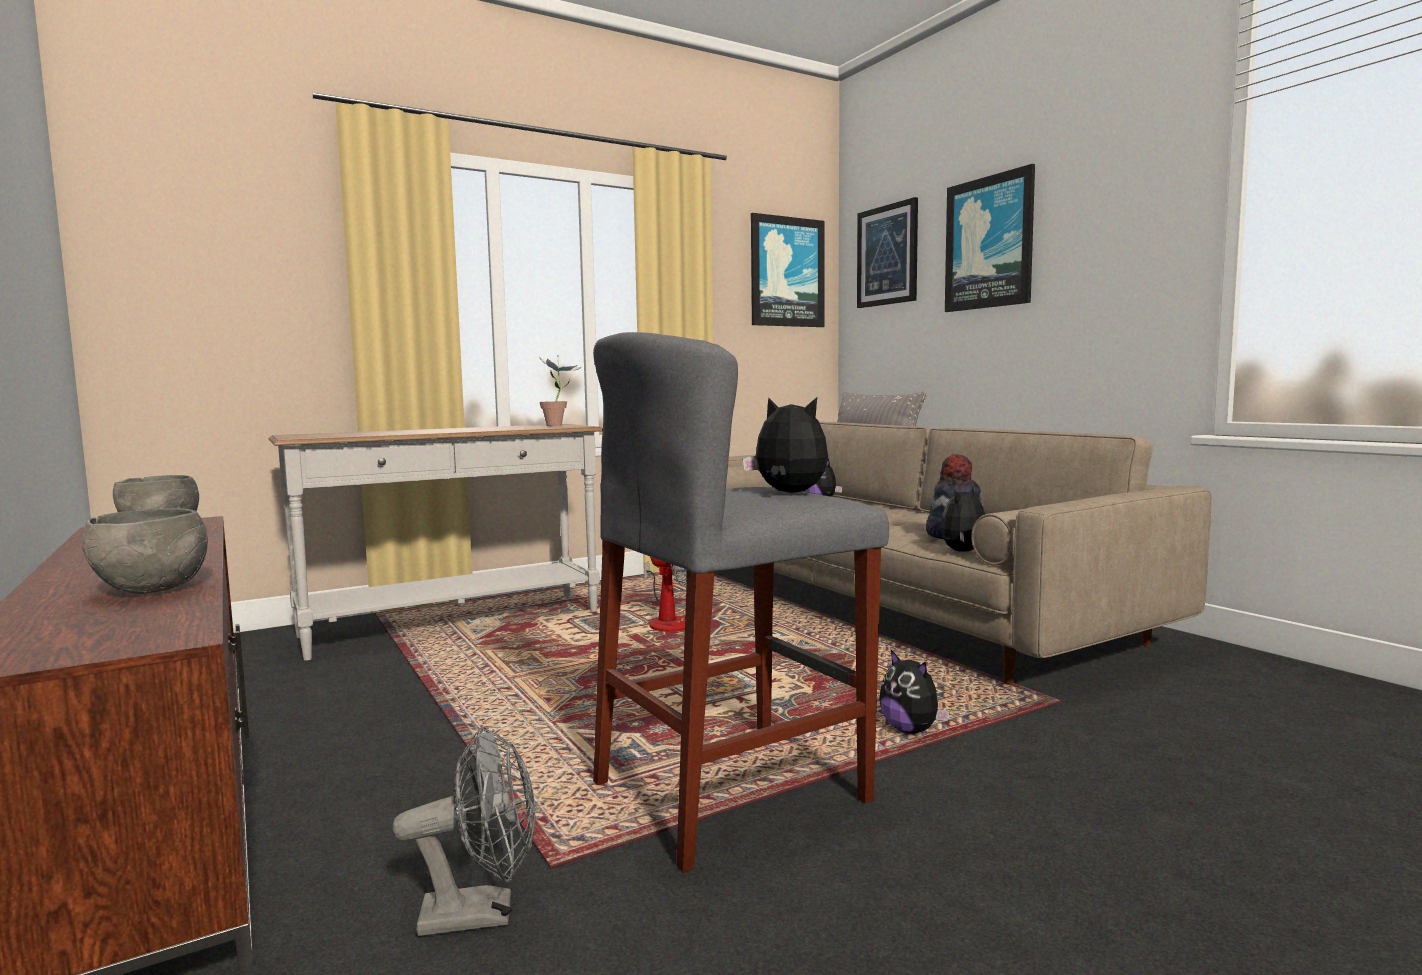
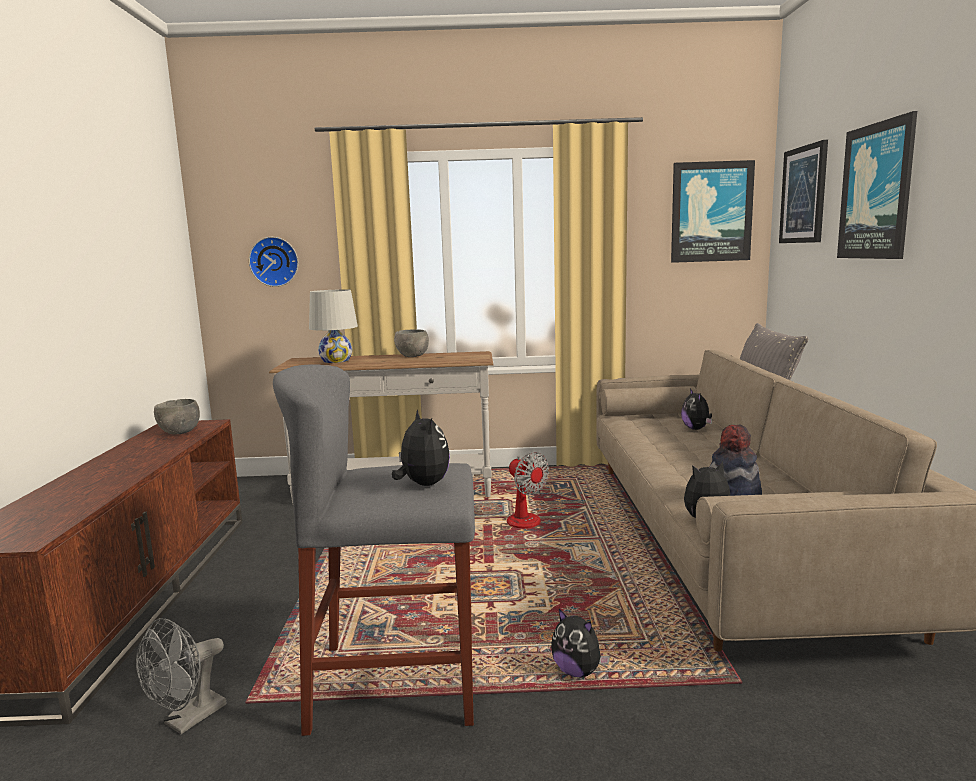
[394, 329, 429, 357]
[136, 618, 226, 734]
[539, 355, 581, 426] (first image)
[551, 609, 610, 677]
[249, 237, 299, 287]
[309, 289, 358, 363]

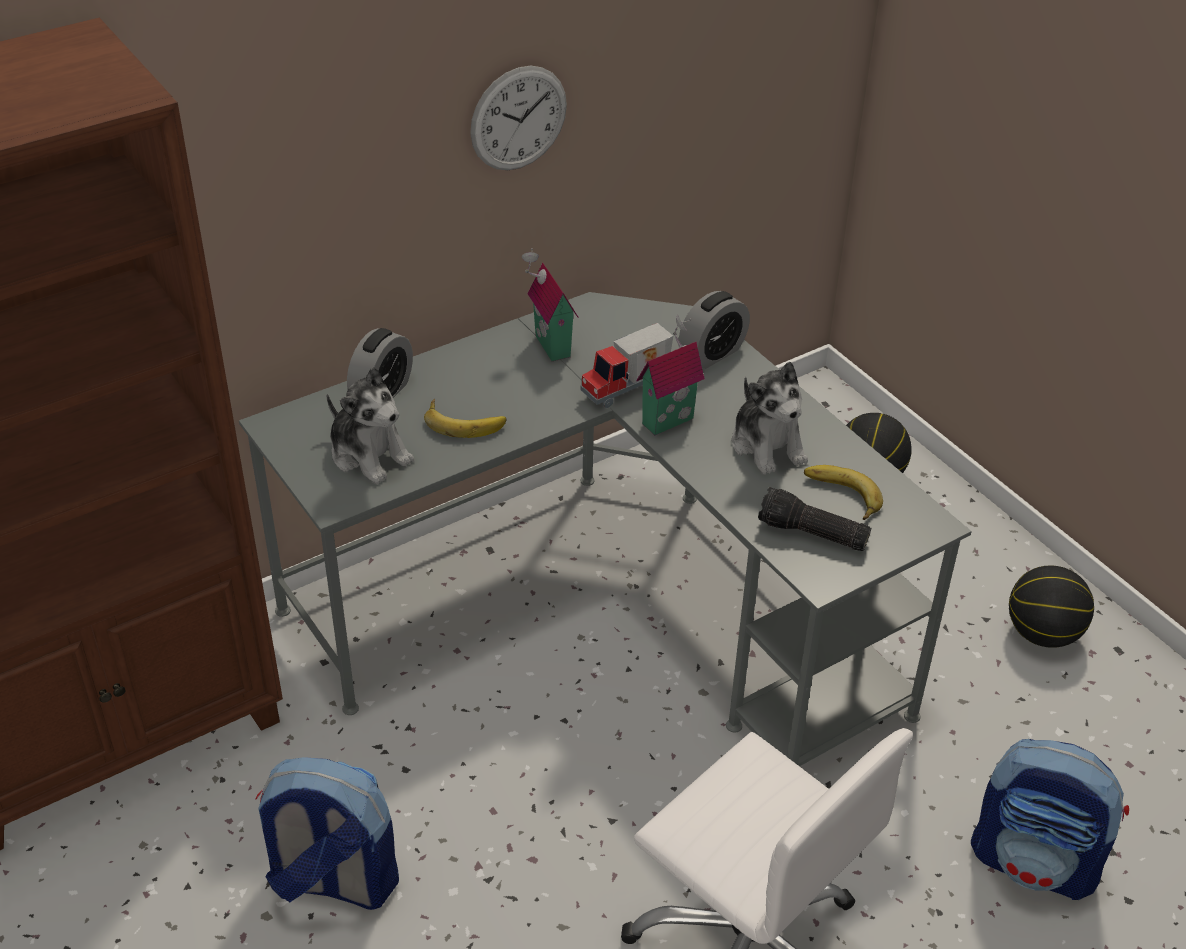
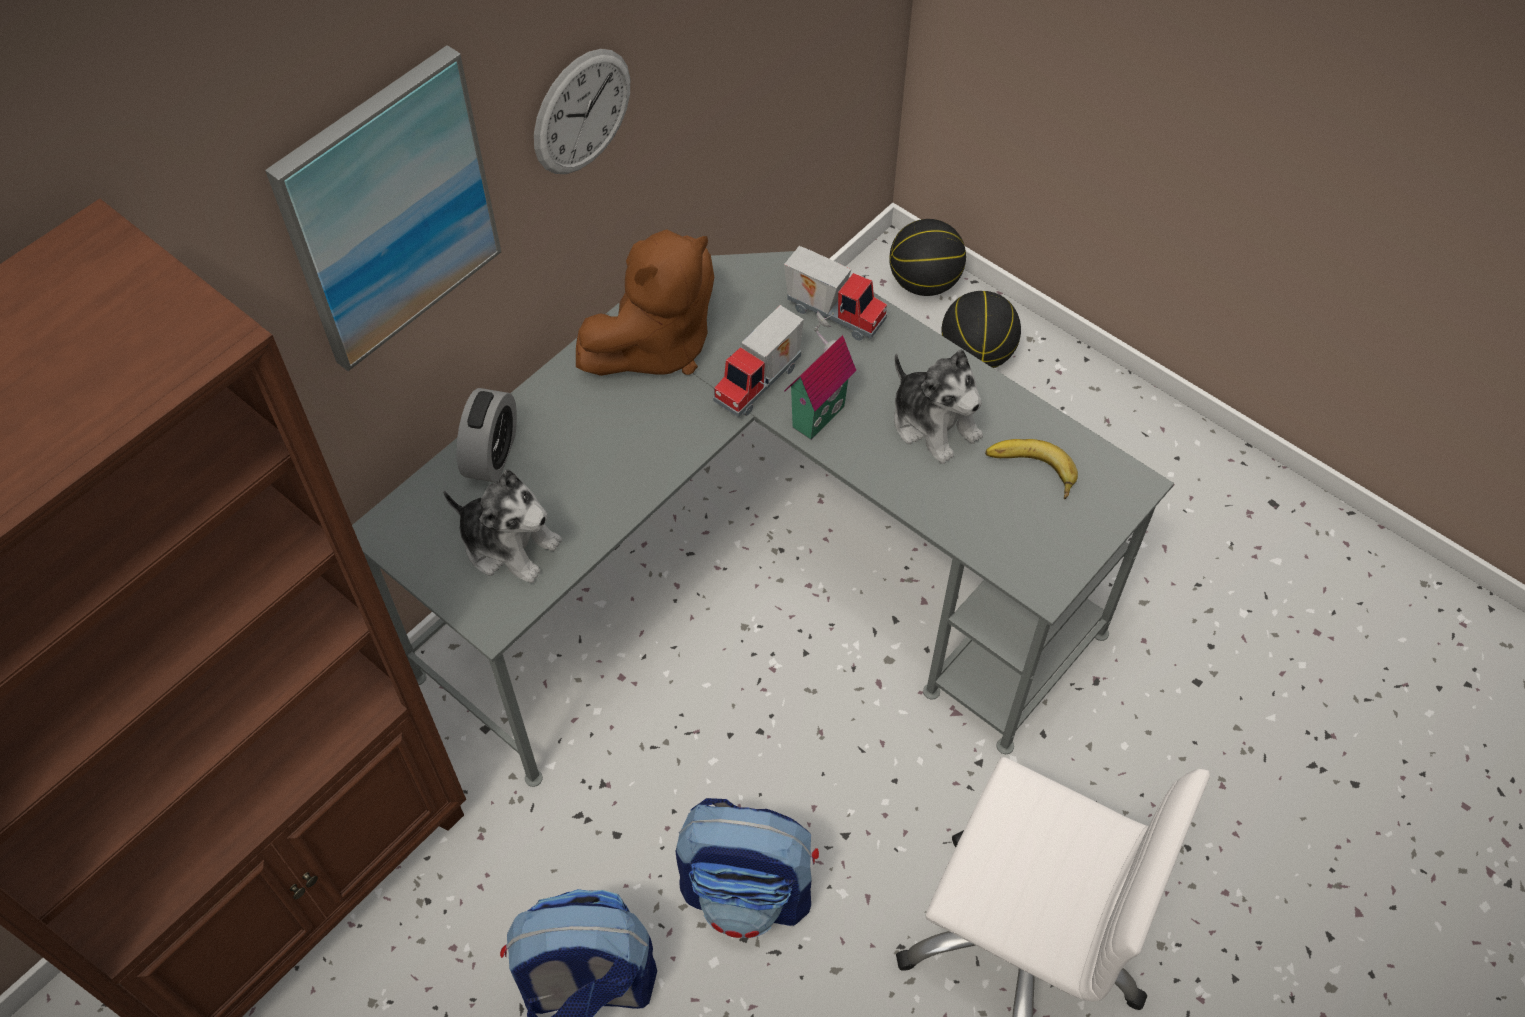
[424, 398, 506, 438] (first image)
[576, 229, 714, 376]
[784, 246, 887, 341]
[758, 487, 871, 551] (first image)
[675, 798, 819, 938]
[889, 219, 966, 296]
[265, 45, 501, 371]

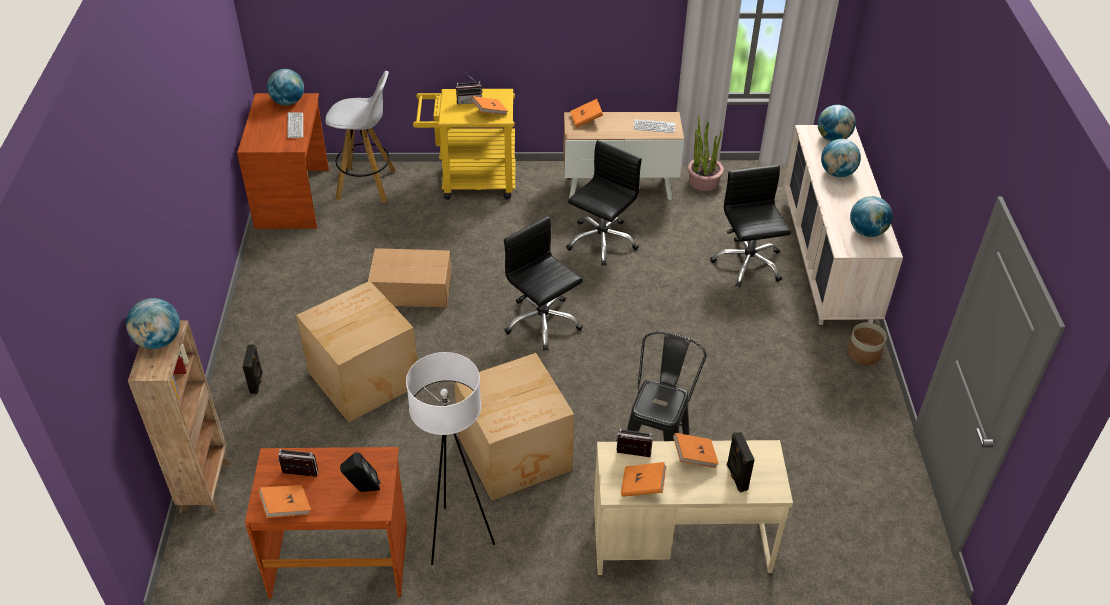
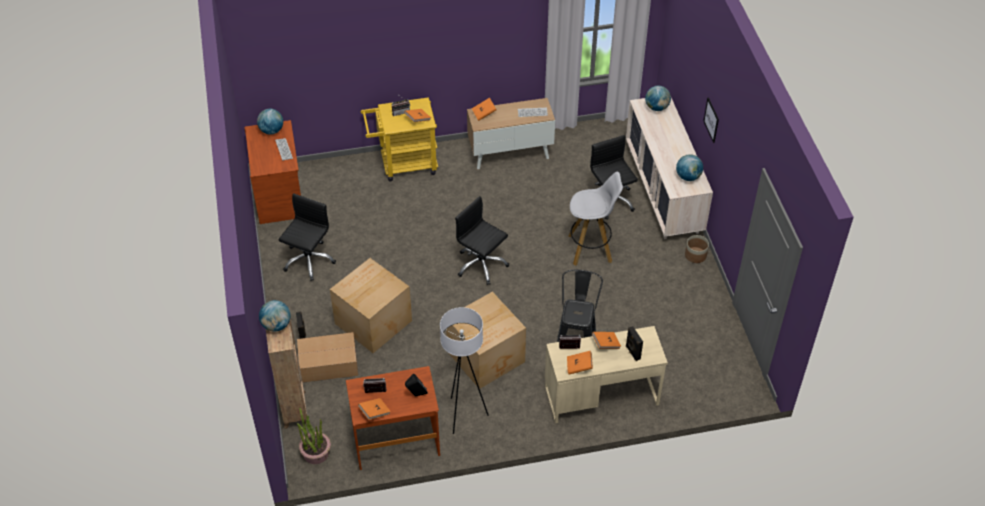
[568, 172, 623, 266]
[297, 332, 358, 383]
[278, 193, 336, 281]
[297, 408, 331, 464]
[821, 139, 861, 177] (first image)
[704, 97, 719, 143]

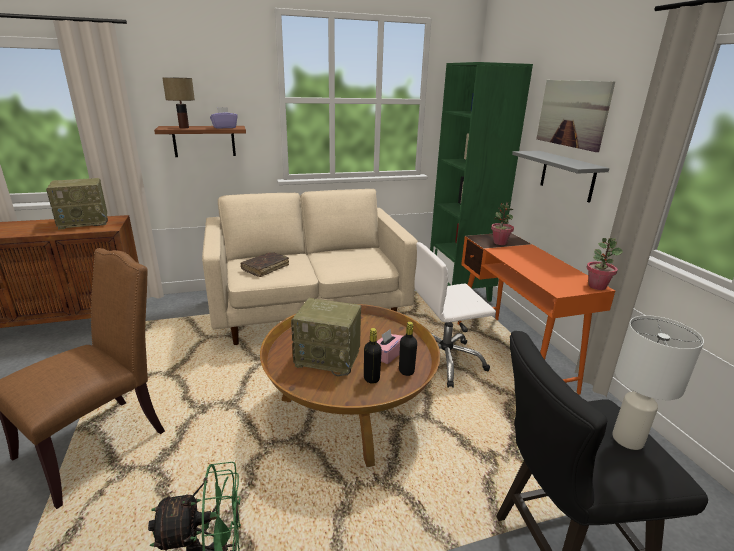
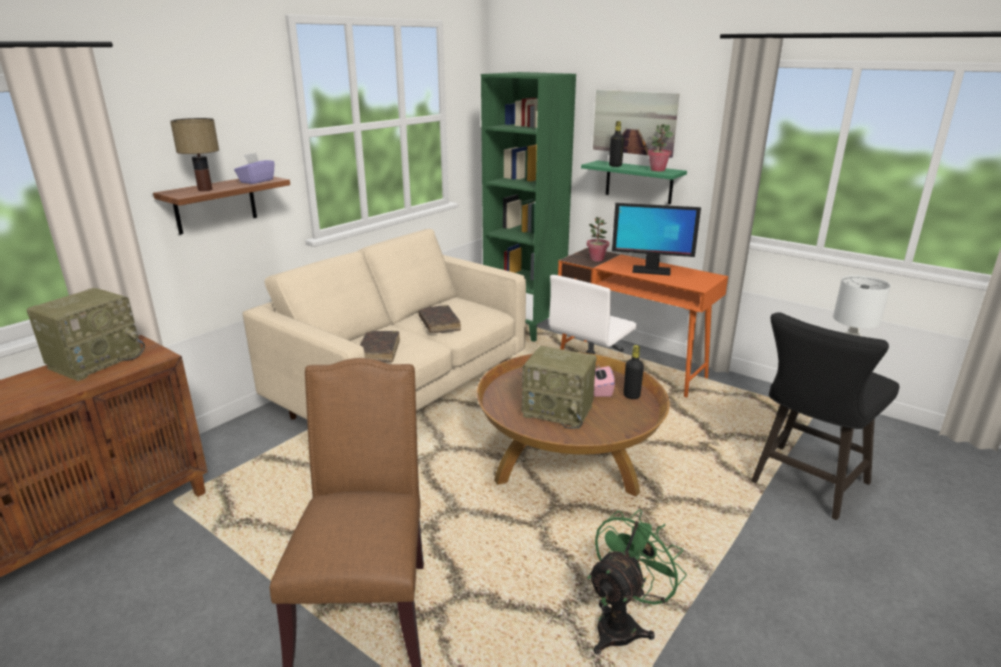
[522, 346, 596, 429]
[609, 121, 624, 167]
[581, 161, 687, 204]
[647, 124, 673, 171]
[418, 305, 461, 333]
[612, 203, 701, 276]

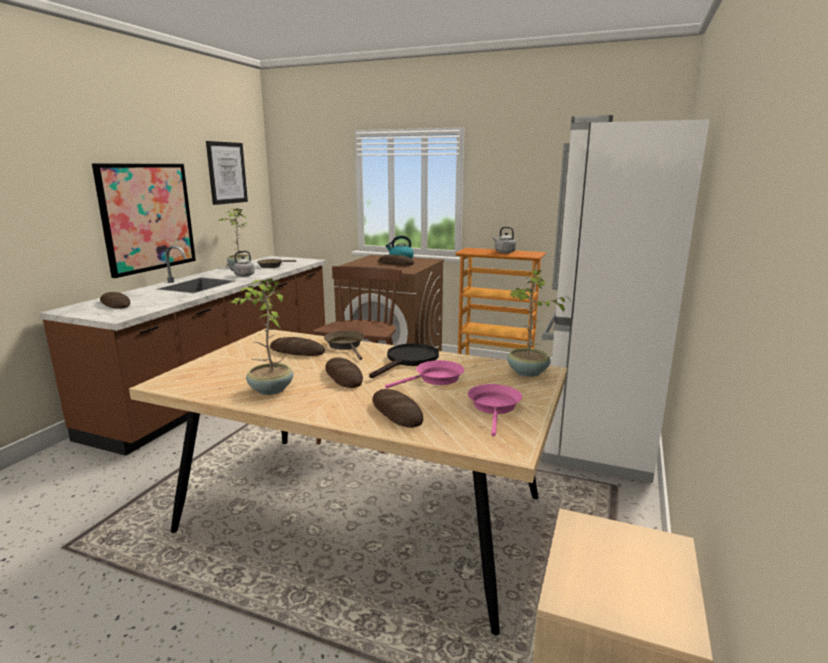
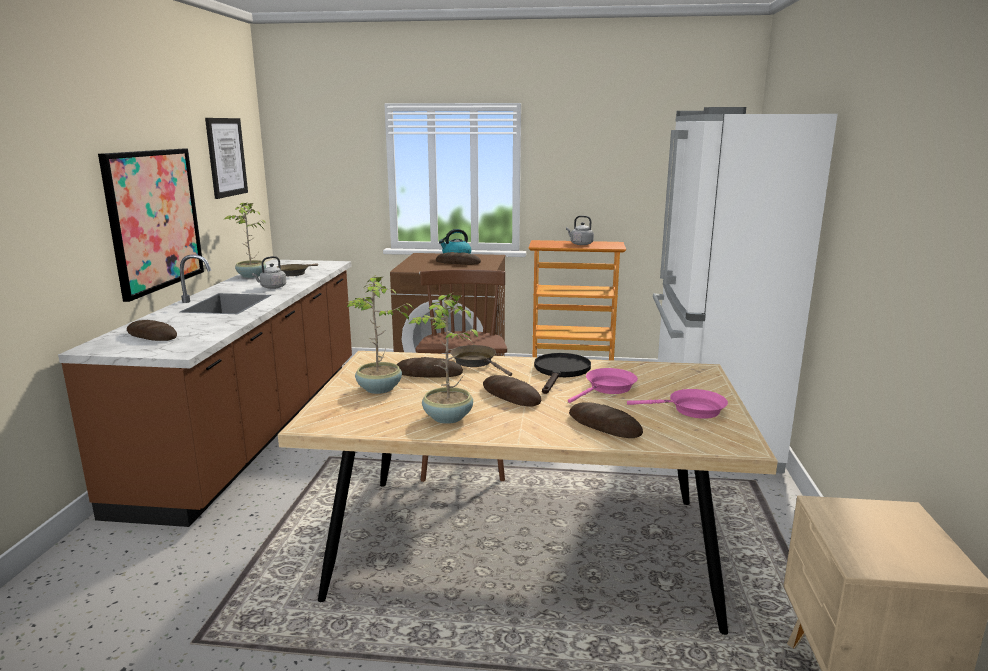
[627, 389, 728, 419]
[347, 275, 414, 394]

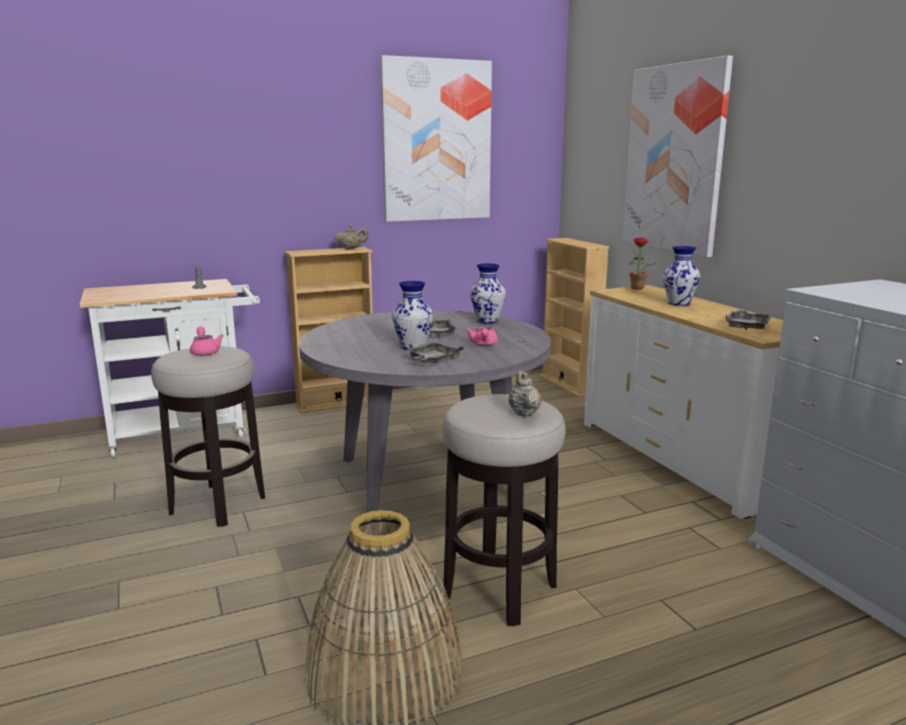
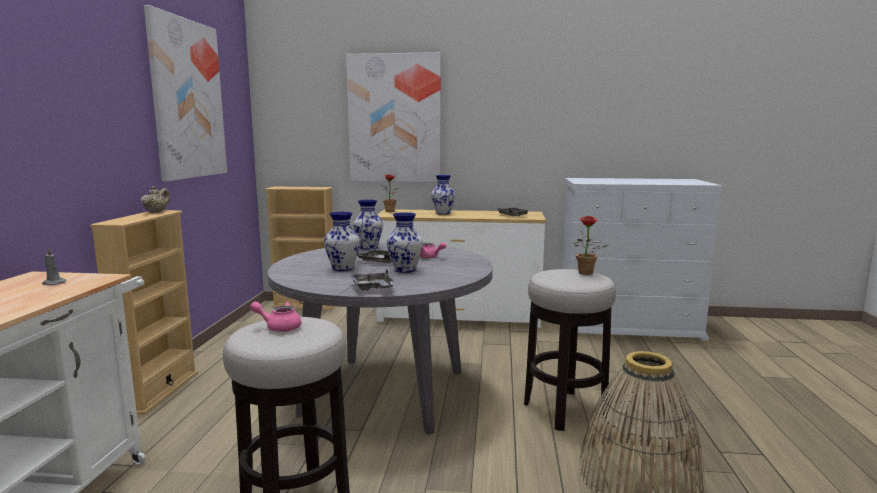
[350, 269, 395, 291]
[574, 216, 608, 275]
[324, 212, 360, 271]

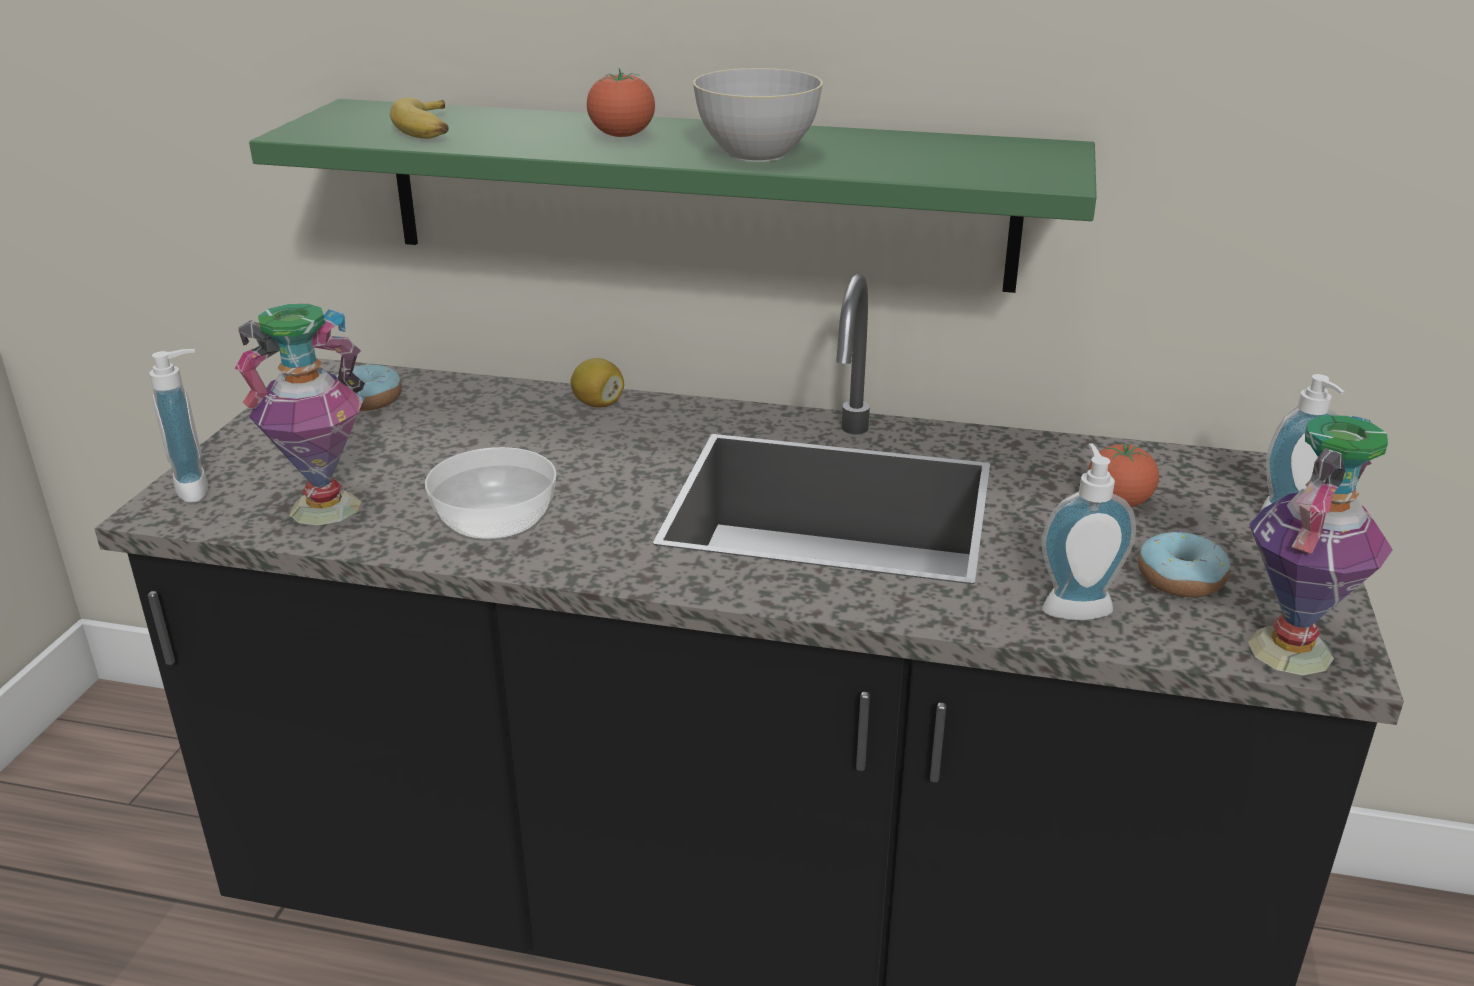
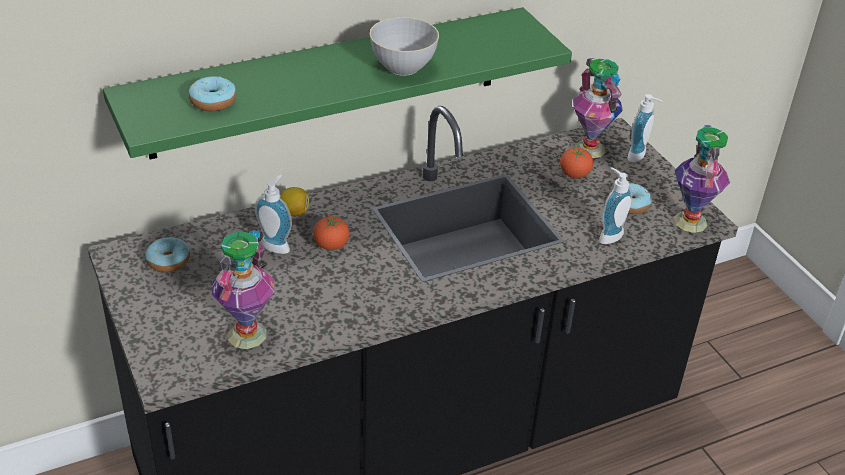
[255, 175, 292, 254]
[189, 76, 237, 112]
[425, 447, 557, 541] (first image)
[313, 216, 350, 250]
[573, 58, 623, 158]

